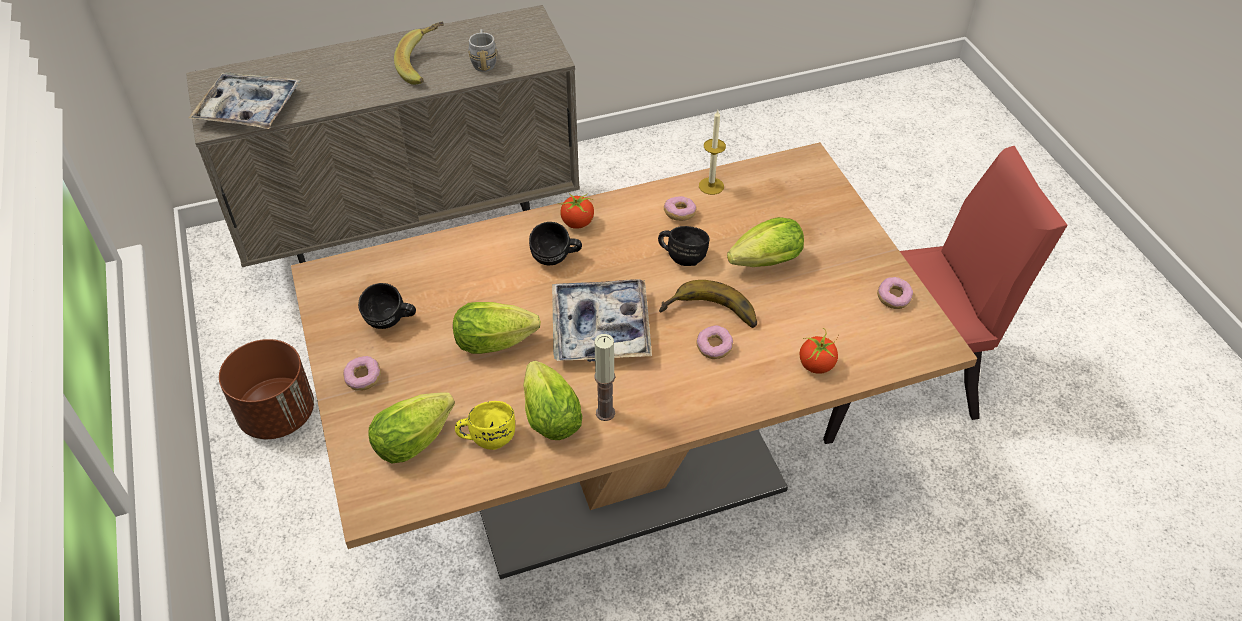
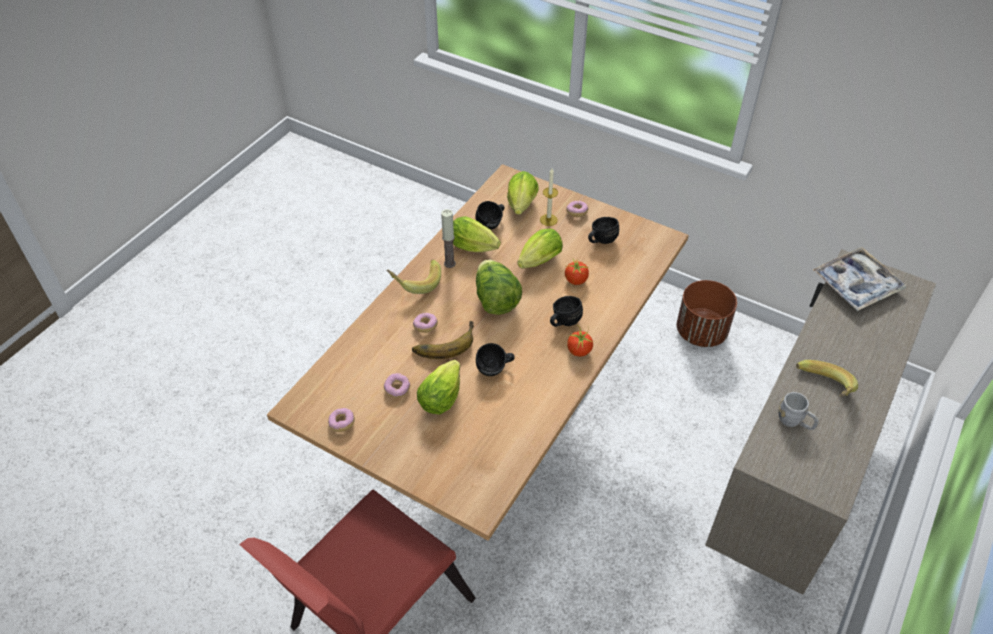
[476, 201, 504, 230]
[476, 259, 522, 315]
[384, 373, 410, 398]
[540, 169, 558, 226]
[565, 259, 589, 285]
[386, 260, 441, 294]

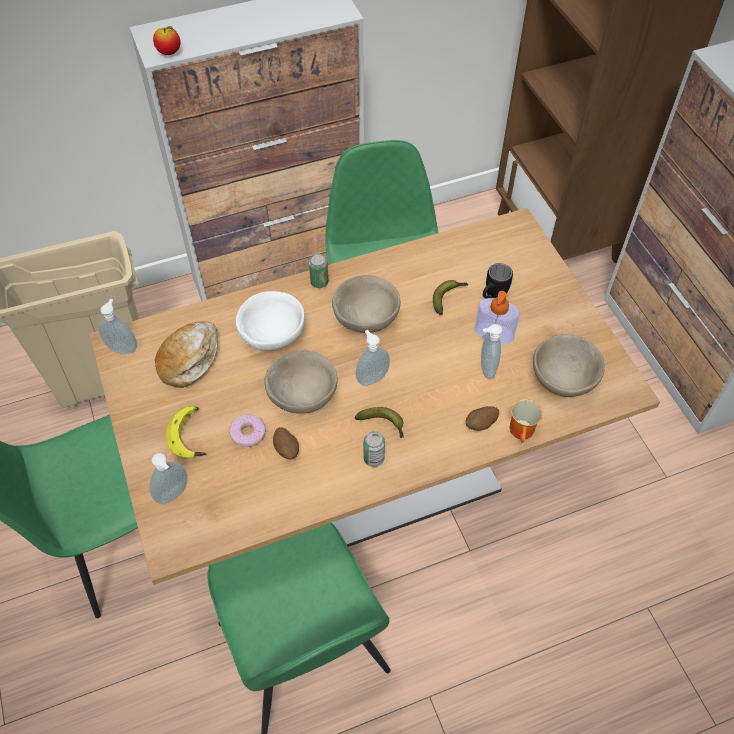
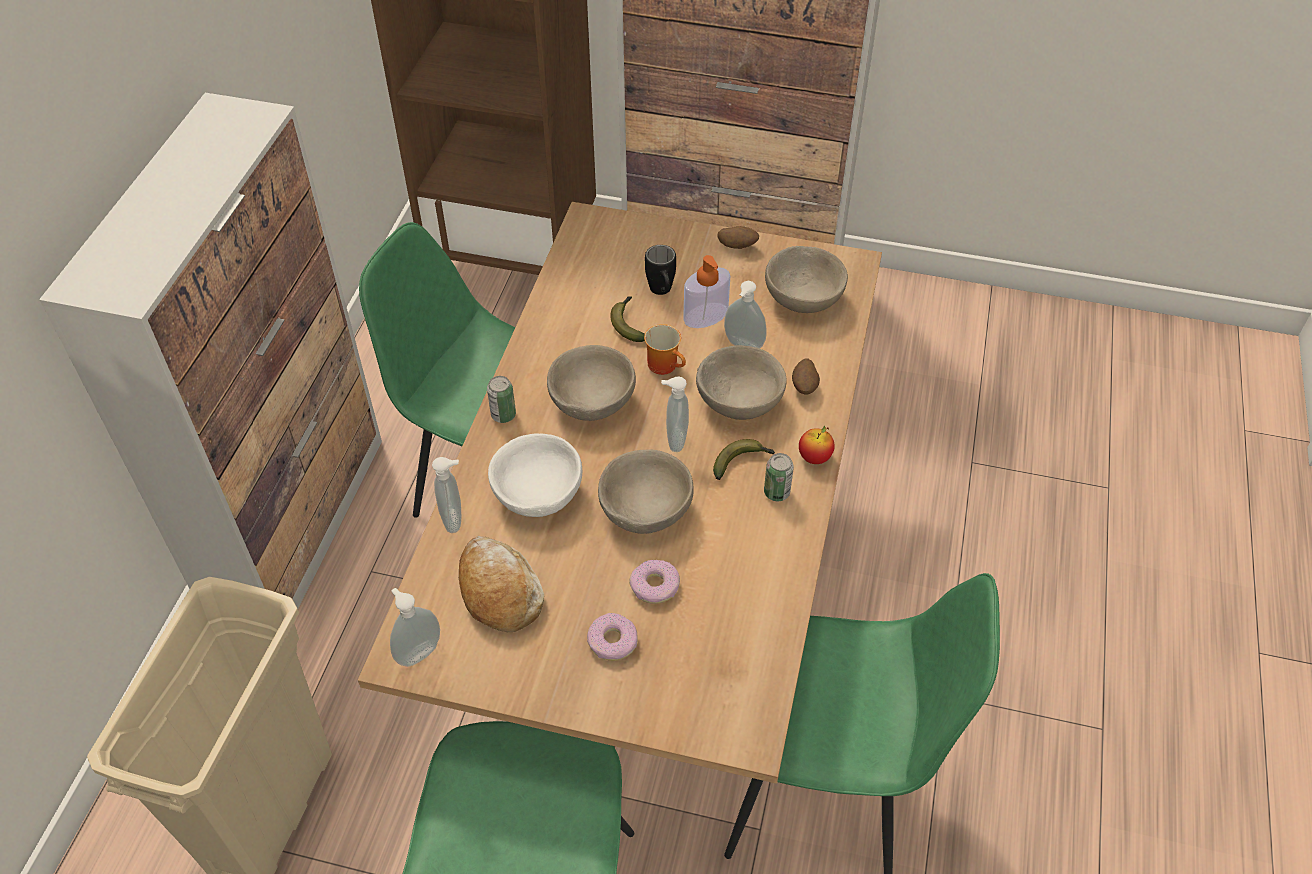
[432, 457, 461, 533]
[799, 426, 835, 464]
[587, 613, 638, 661]
[717, 226, 759, 249]
[644, 324, 686, 375]
[696, 345, 787, 420]

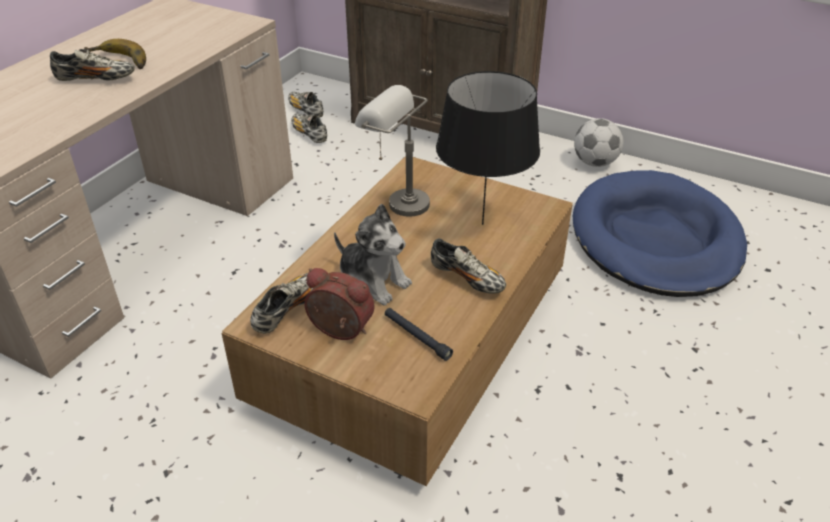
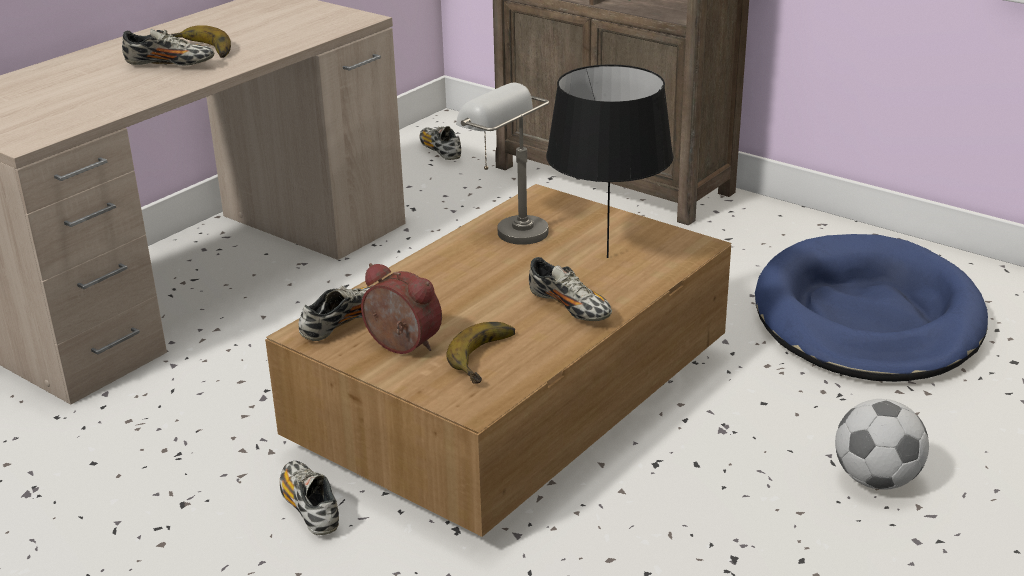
[280, 461, 339, 535]
[334, 203, 412, 306] (first image)
[446, 322, 515, 384]
[835, 399, 929, 490]

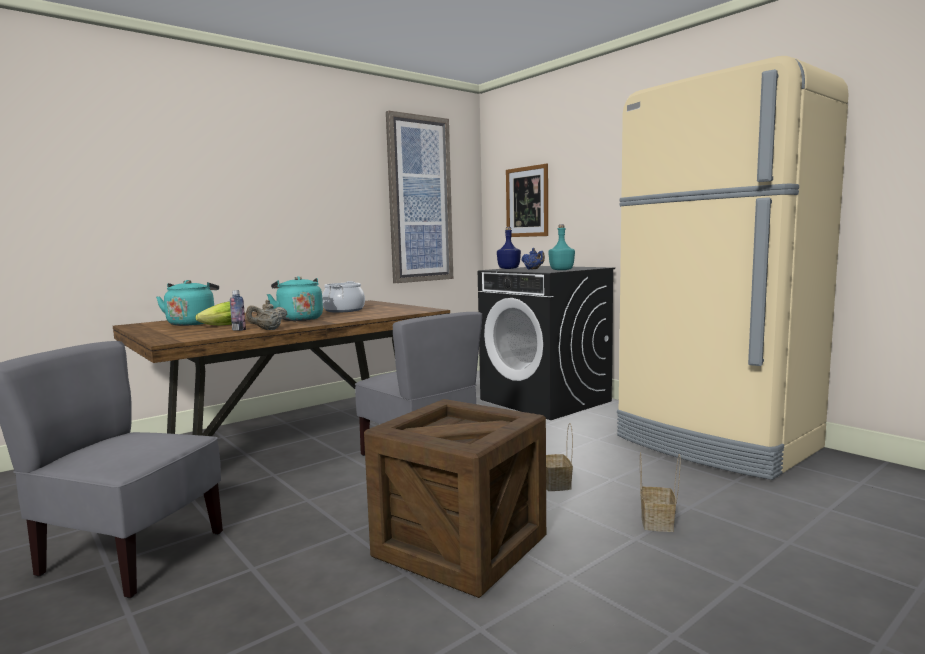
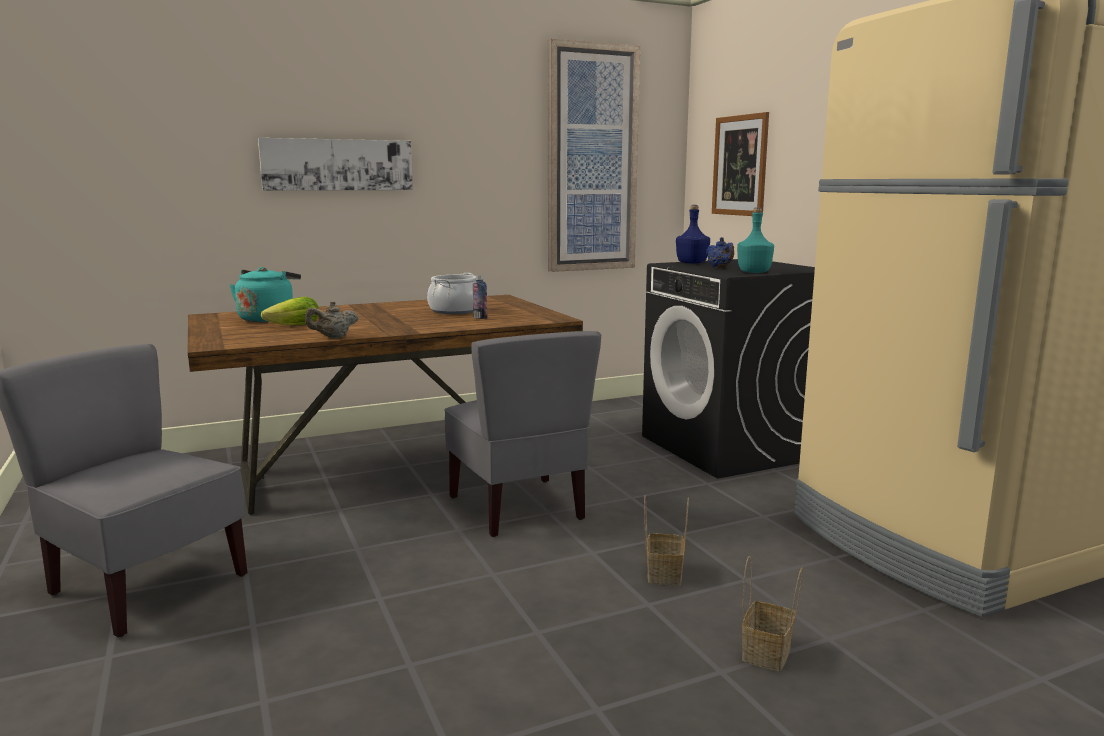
[473, 275, 487, 319]
[267, 276, 323, 321] (first image)
[364, 399, 546, 598] (first image)
[258, 138, 413, 191]

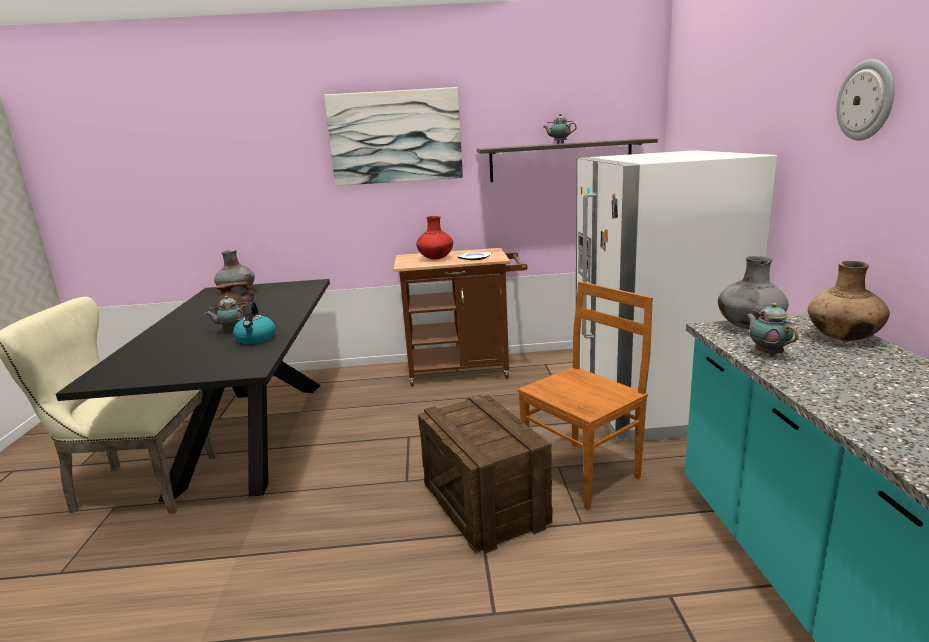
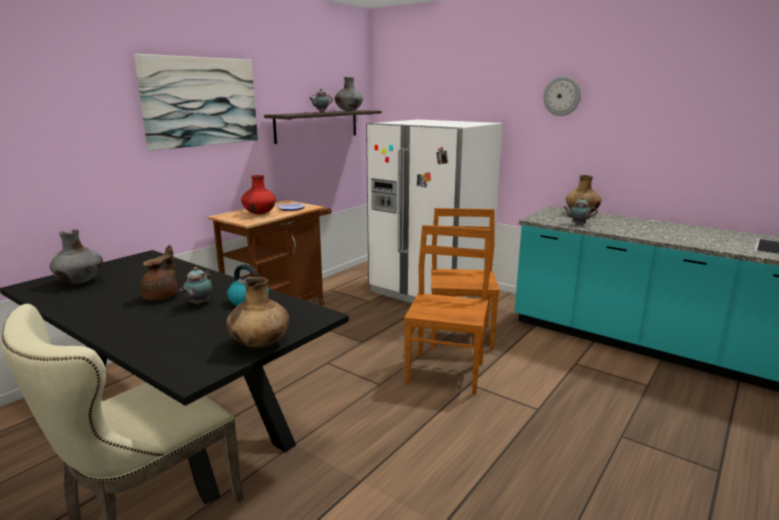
[404, 225, 491, 395]
[335, 77, 363, 111]
[226, 277, 289, 348]

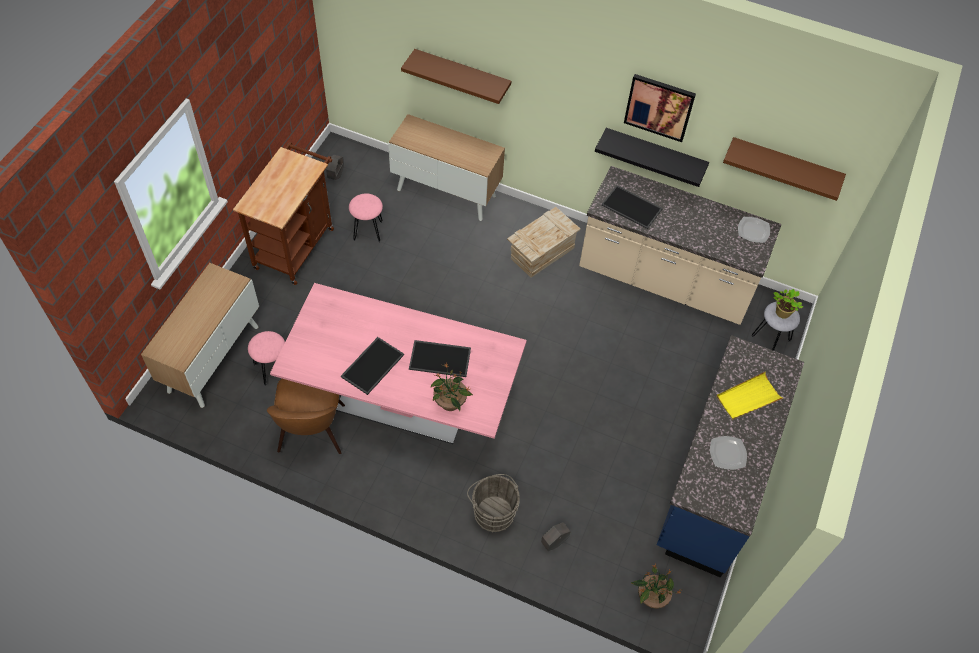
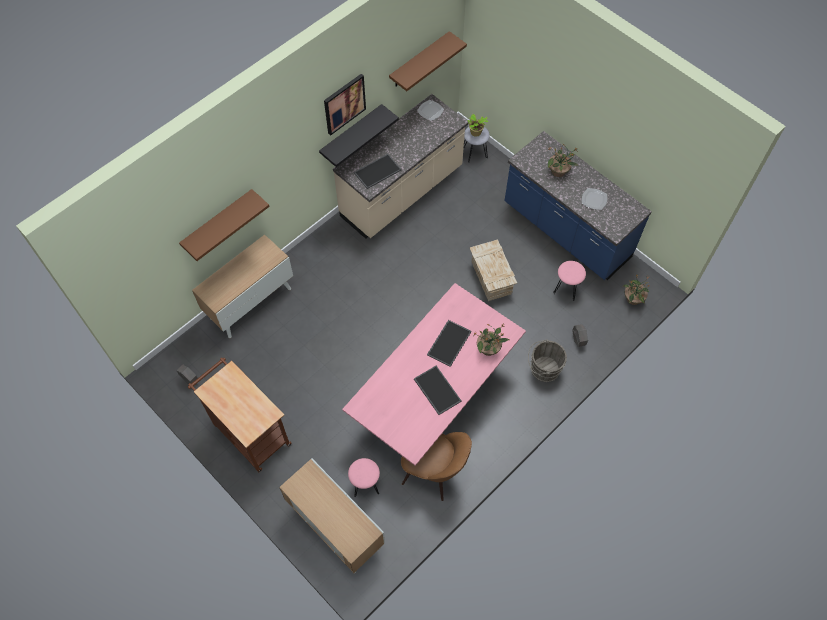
[553, 261, 586, 301]
[470, 240, 517, 301]
[548, 143, 578, 177]

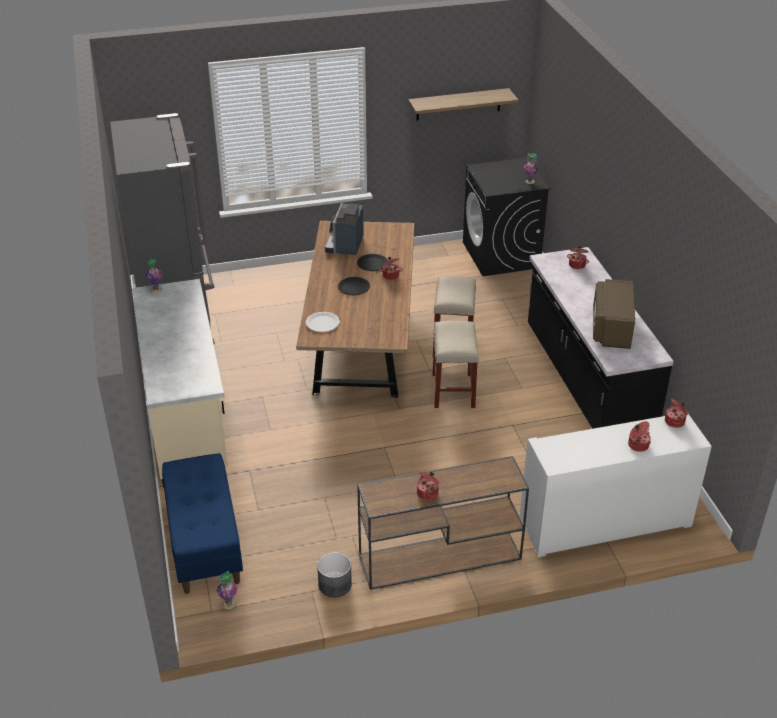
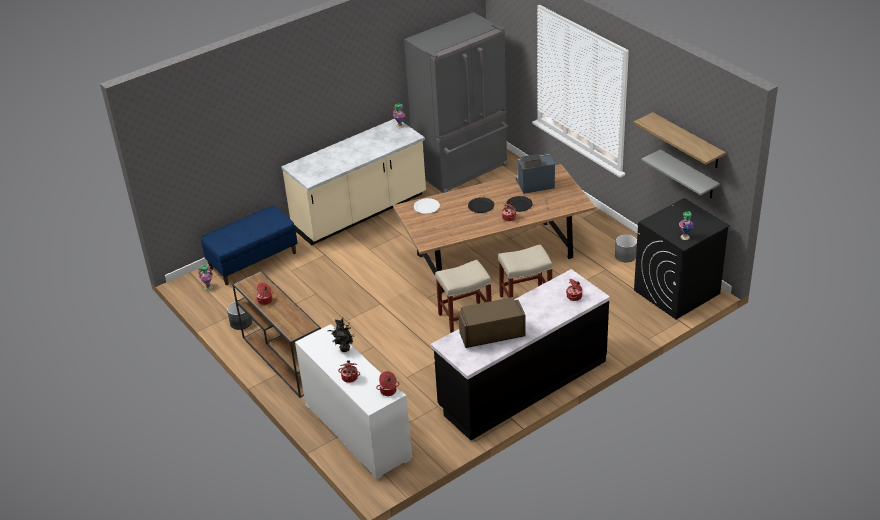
[328, 318, 354, 352]
[615, 234, 637, 262]
[641, 149, 720, 198]

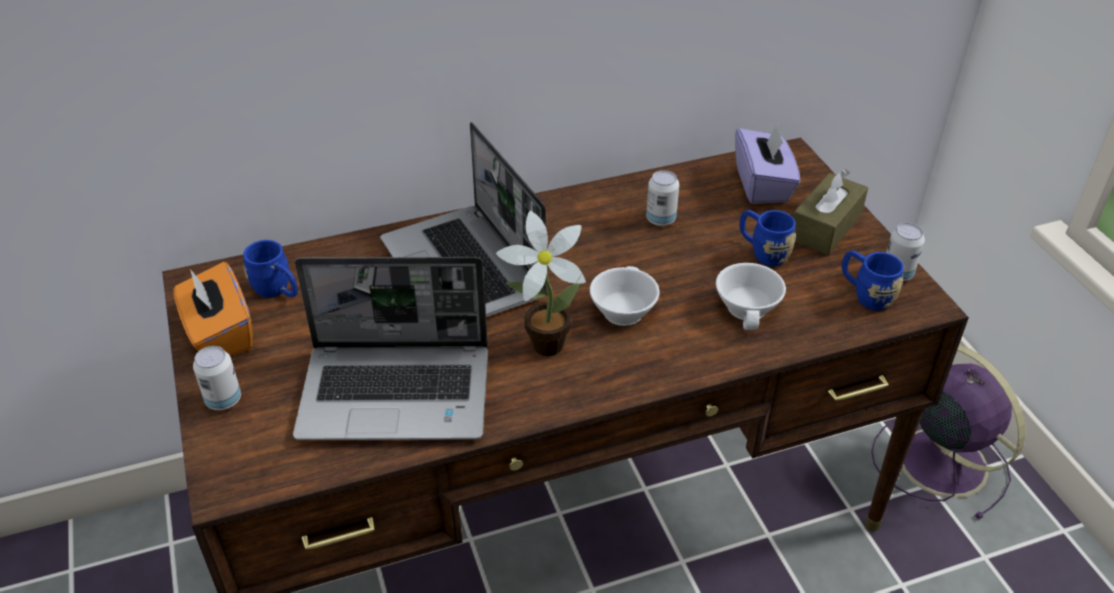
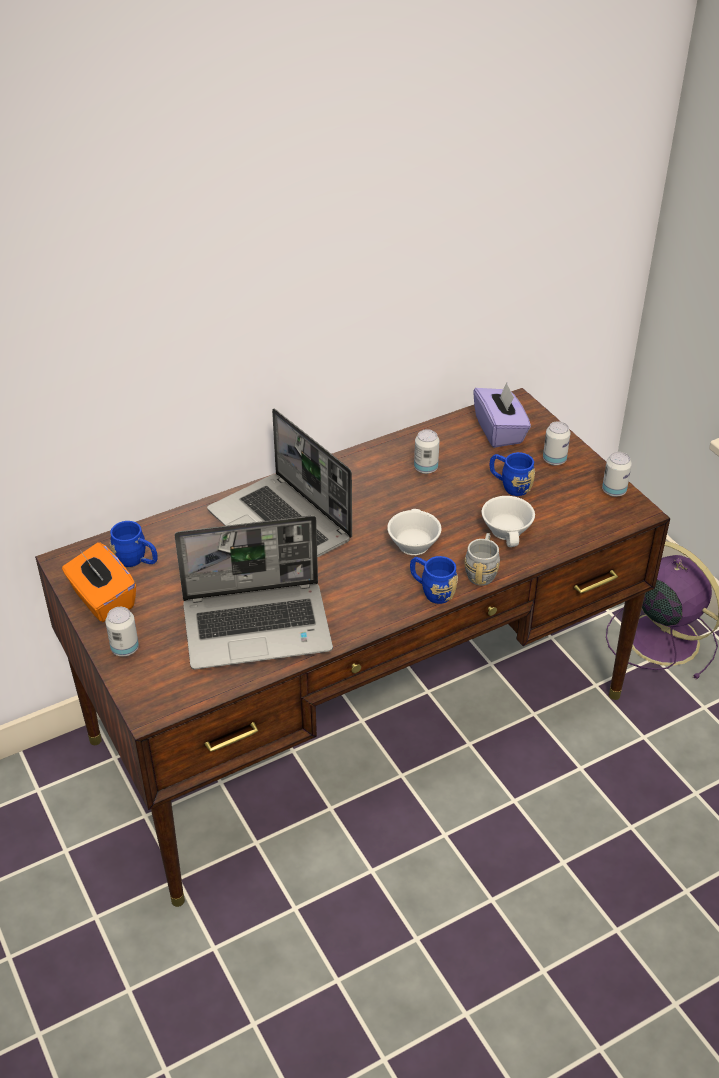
[496, 211, 586, 356] (first image)
[543, 421, 570, 466]
[410, 556, 458, 604]
[465, 533, 500, 586]

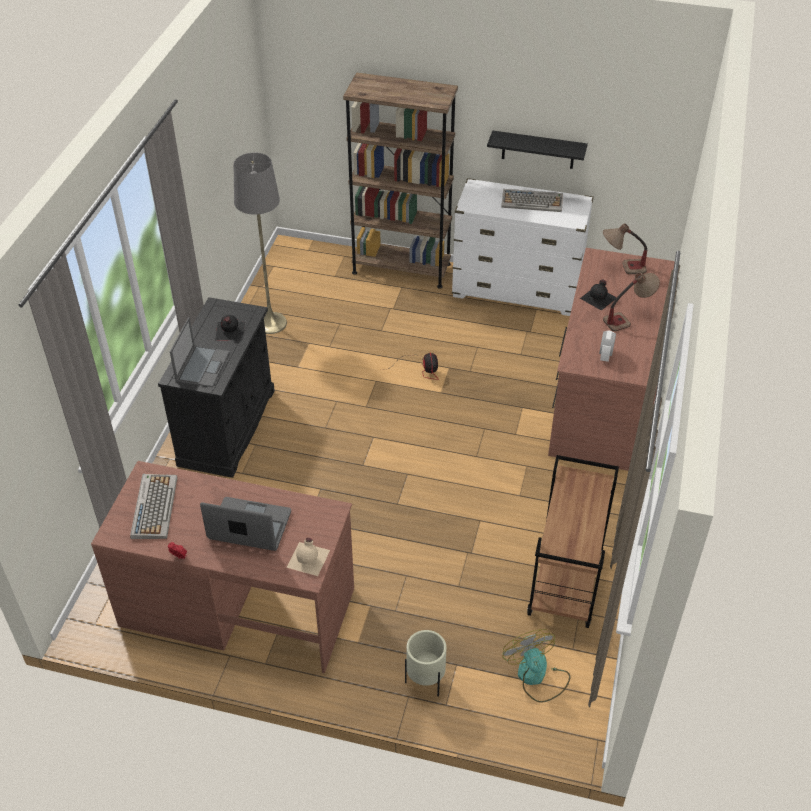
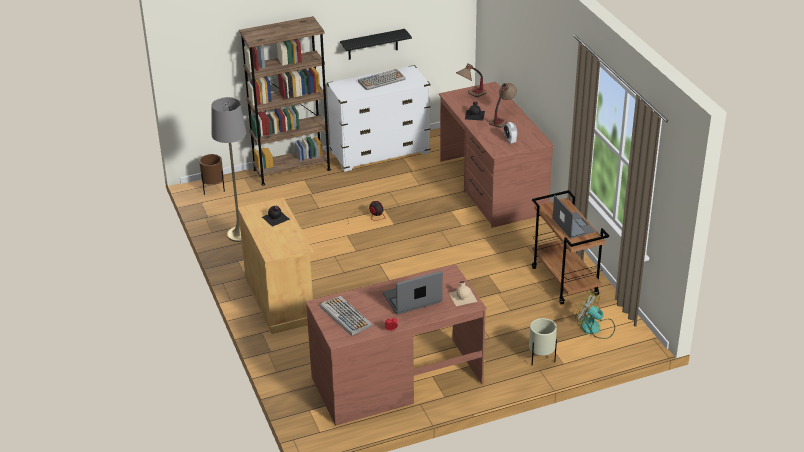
[238, 197, 314, 334]
[553, 195, 595, 239]
[199, 154, 225, 195]

